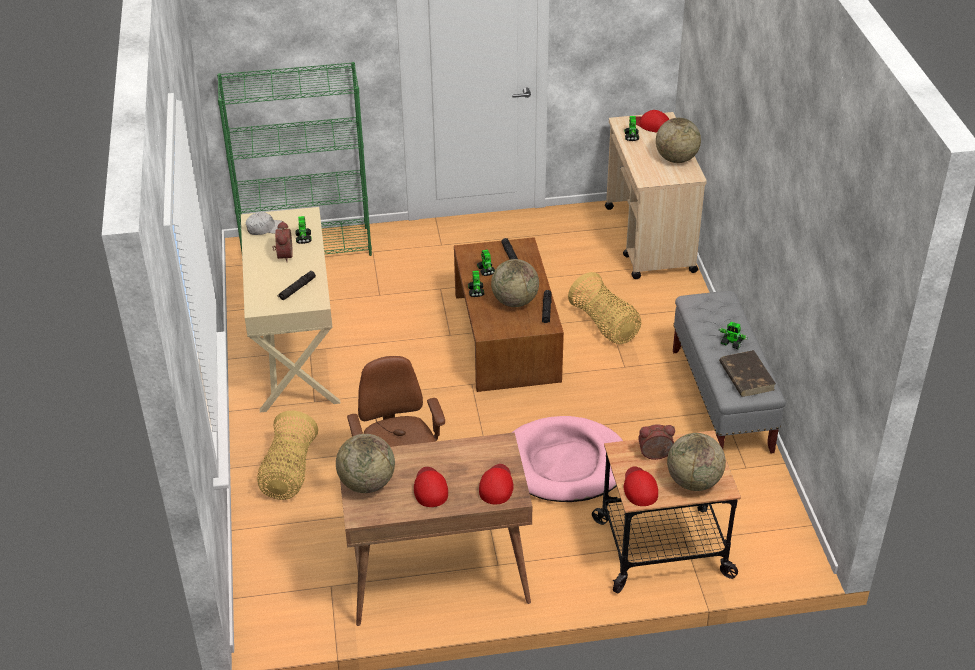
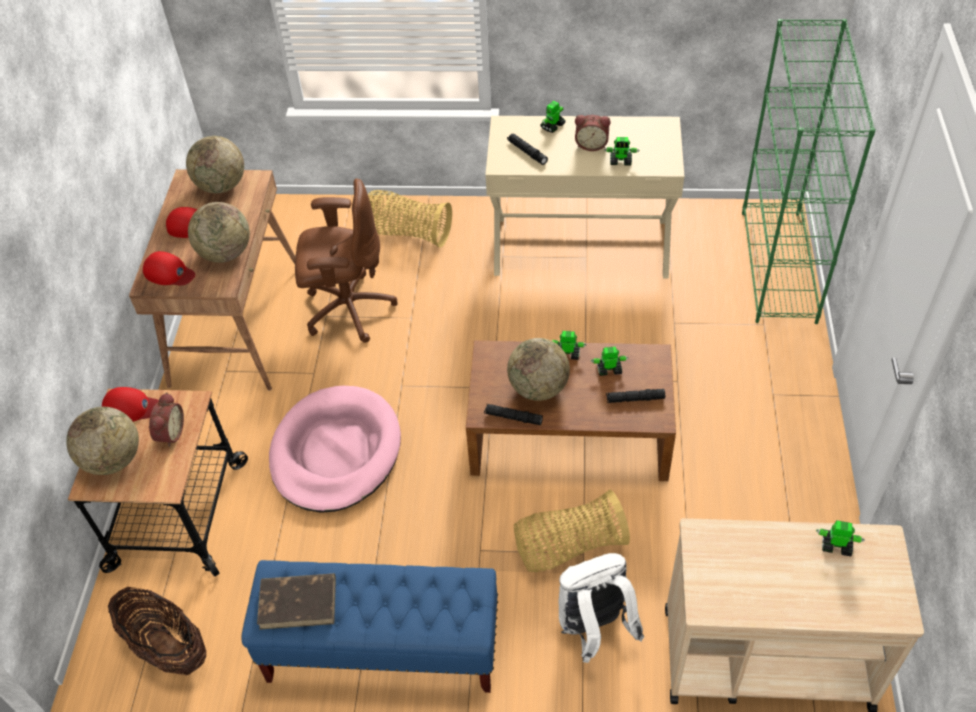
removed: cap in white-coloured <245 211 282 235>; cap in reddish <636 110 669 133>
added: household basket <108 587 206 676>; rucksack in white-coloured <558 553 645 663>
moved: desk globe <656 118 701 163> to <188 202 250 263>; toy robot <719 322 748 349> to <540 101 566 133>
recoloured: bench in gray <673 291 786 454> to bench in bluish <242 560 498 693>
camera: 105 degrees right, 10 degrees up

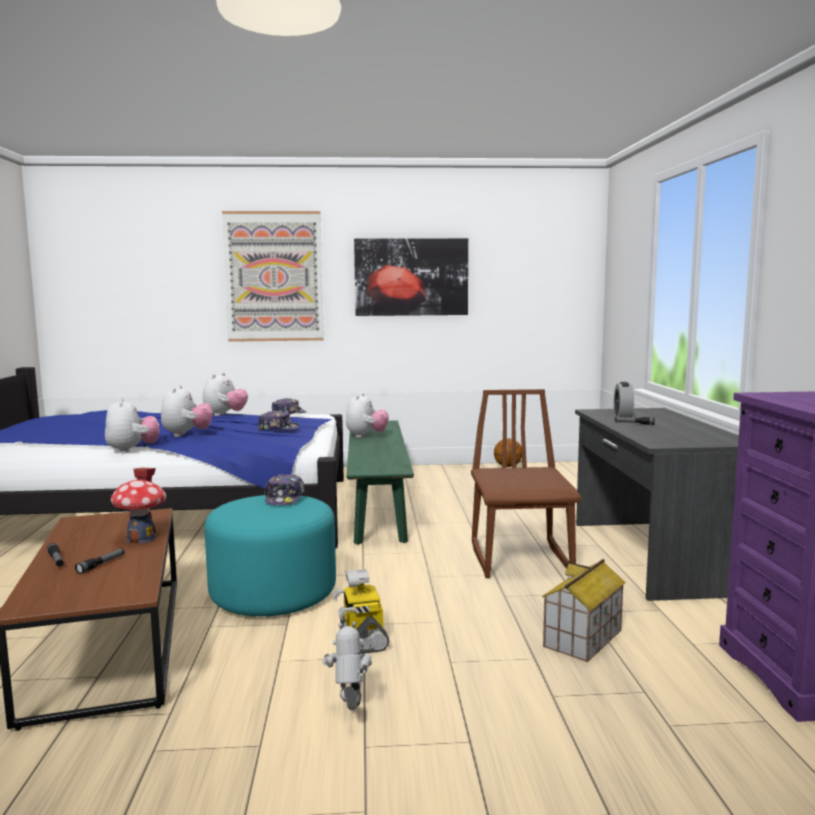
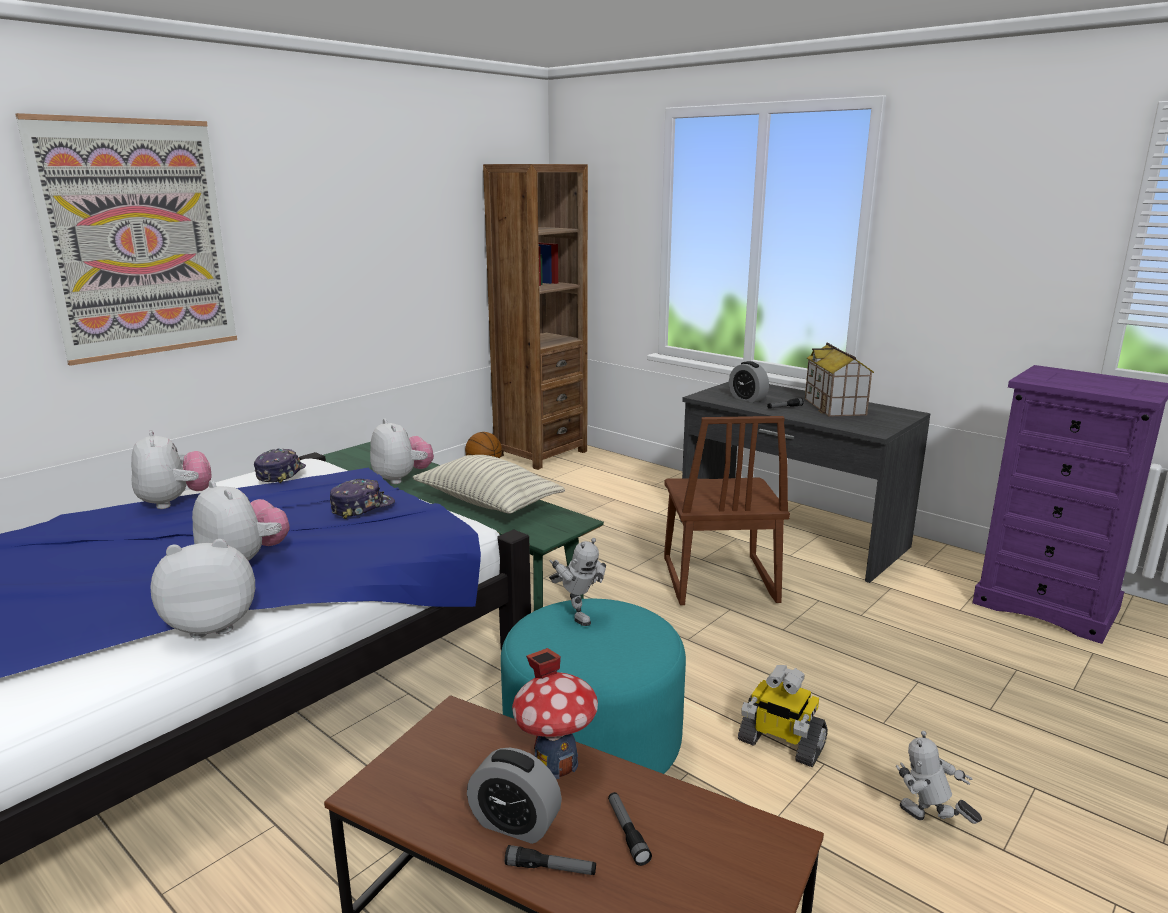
removed: picture <354 238 468 316>
added: cushion <412 455 565 514>; table clock <467 748 562 844>; bookshelf in brown <483 164 588 470>
moved: model house <542 559 626 662> to <805 343 874 417>
replaced: cap <264 474 305 505> to toy robot <549 538 606 626>
turned: soft toy <105 398 160 453> = <151 539 255 638> 45 degrees counterclockwise; plain chair in brown <471 389 581 578> = <664 416 790 605> 135 degrees counterclockwise
camera: 45 degrees left, 10 degrees up

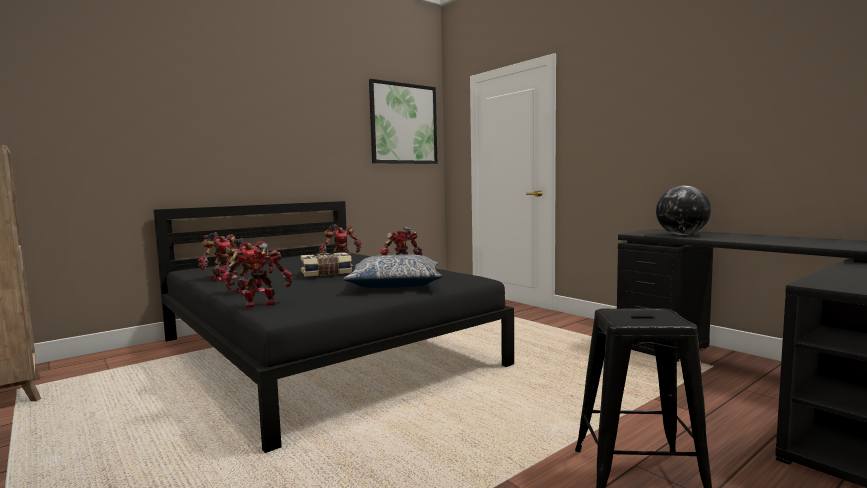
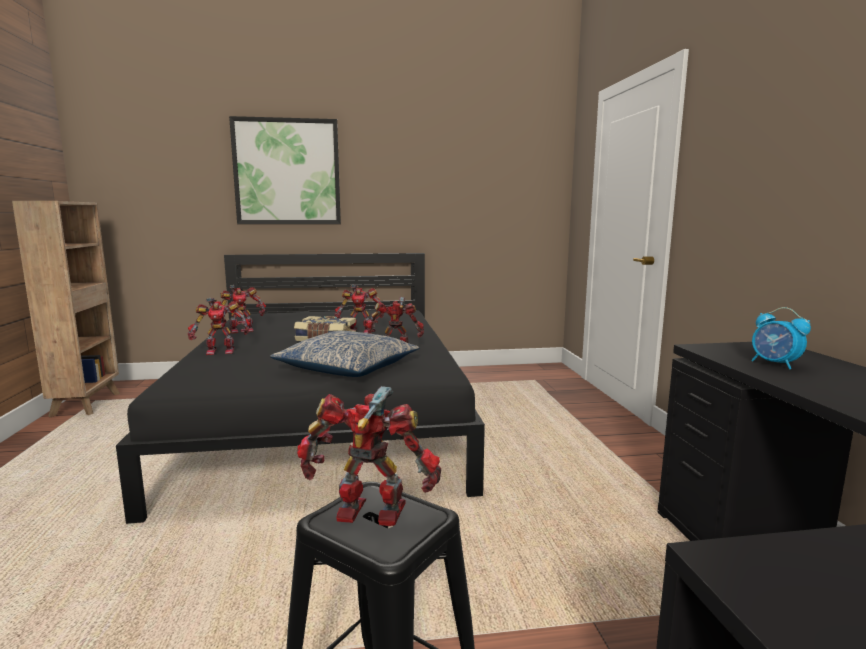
moved: toy robot <222 243 292 308> to <297 386 441 526>; picture <369 79 437 164> to <229 116 341 224>
replaced: desk globe <656 186 711 235> to table clock <751 307 811 370>
camera: 30 degrees right, 5 degrees up

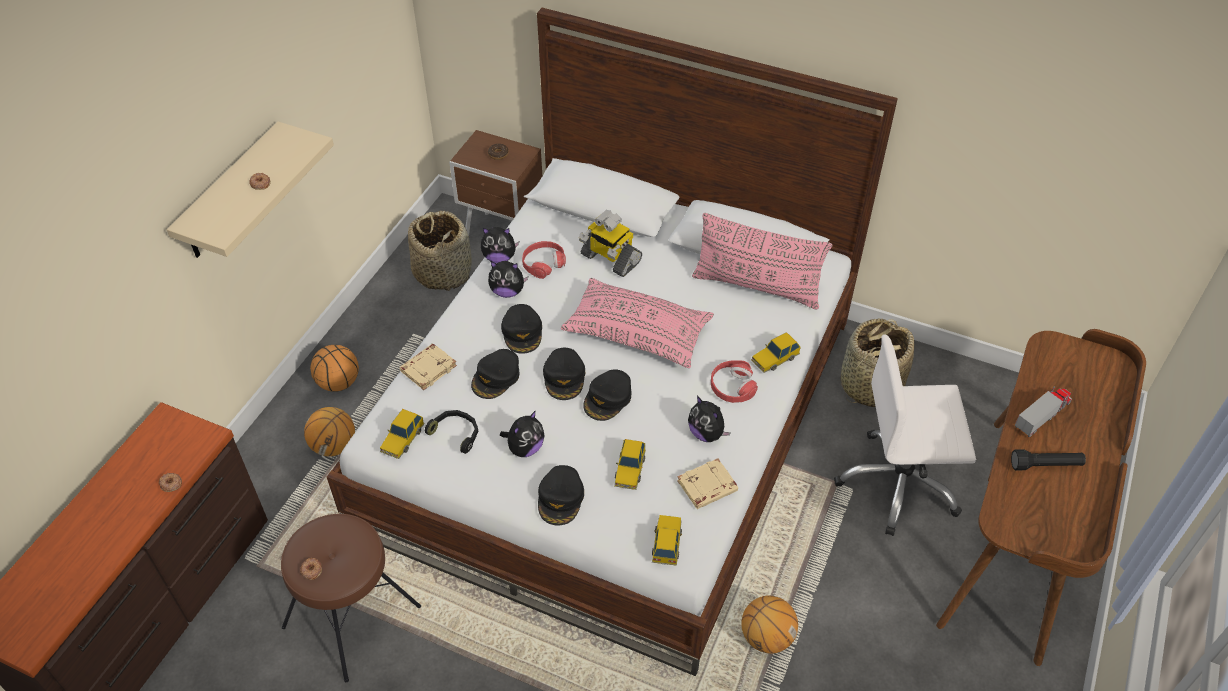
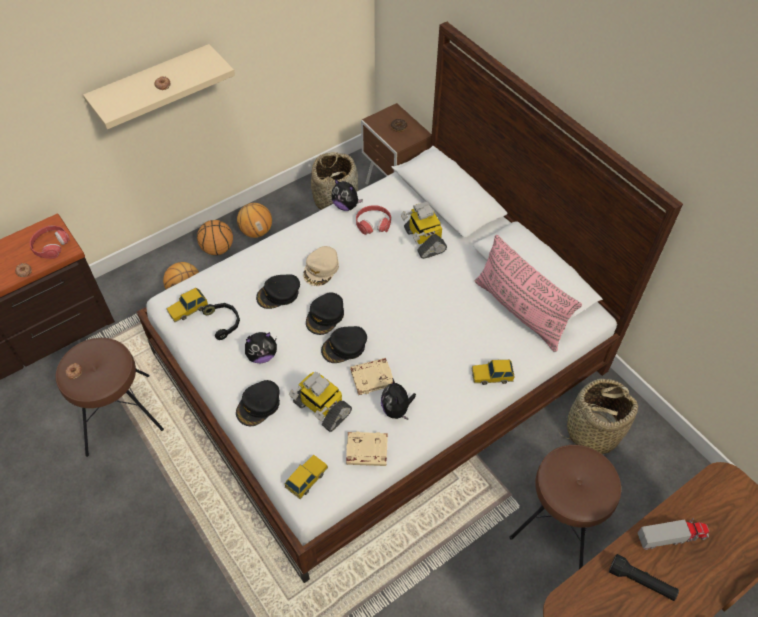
removed: soft toy <488 261 528 298>; cushion in pink <561 278 714 368>
moved: book in beige-coloured <399 343 457 390> to <350 358 395 395>; headset in reddish <711 360 758 403> to <30 225 70 259>; basketball <741 596 798 654> to <237 203 272 238>
replaced: toy car <614 439 646 490> to toy robot <289 372 352 432>; office chair in white-coloured <834 334 976 536> to sitting stool in brown <509 445 621 569>
recoloured: cap in black <501 304 542 354> to cap in beige-coloured <303 246 339 286>
camera: 30 degrees right, 5 degrees up

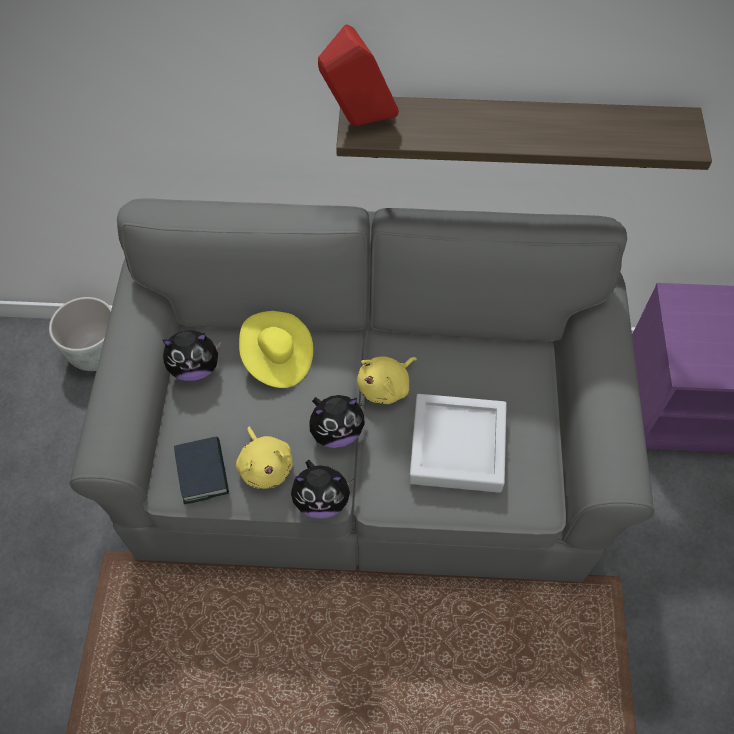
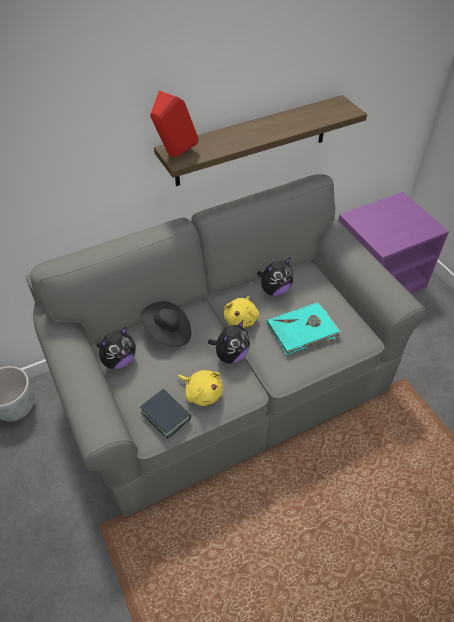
moved: soft toy <291 460 354 519> to <257 257 293 296>
replaced: serving tray in gray <409 394 507 493> to book in turquoise-coloured <267 302 342 355>
recoloured: clothing hat in yellow <239 311 313 388> to clothing hat in black <140 301 191 347>
camera: 30 degrees left, 10 degrees down

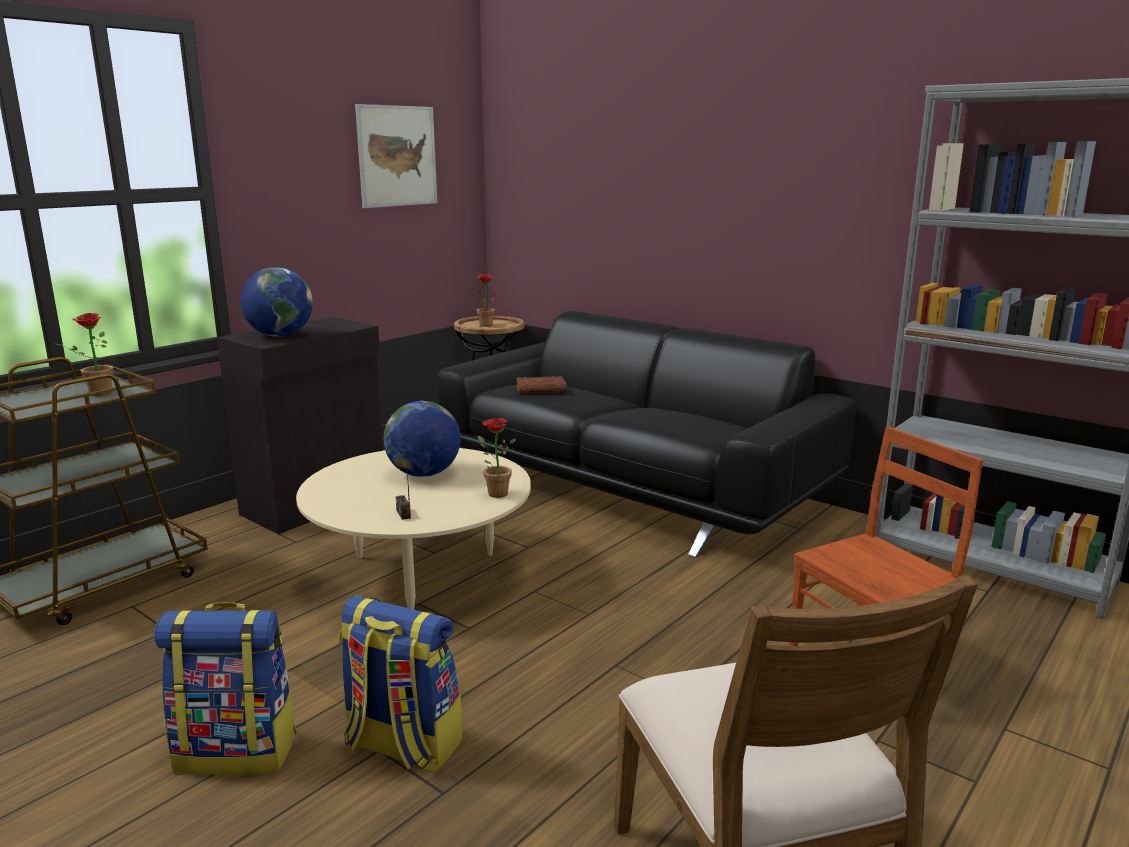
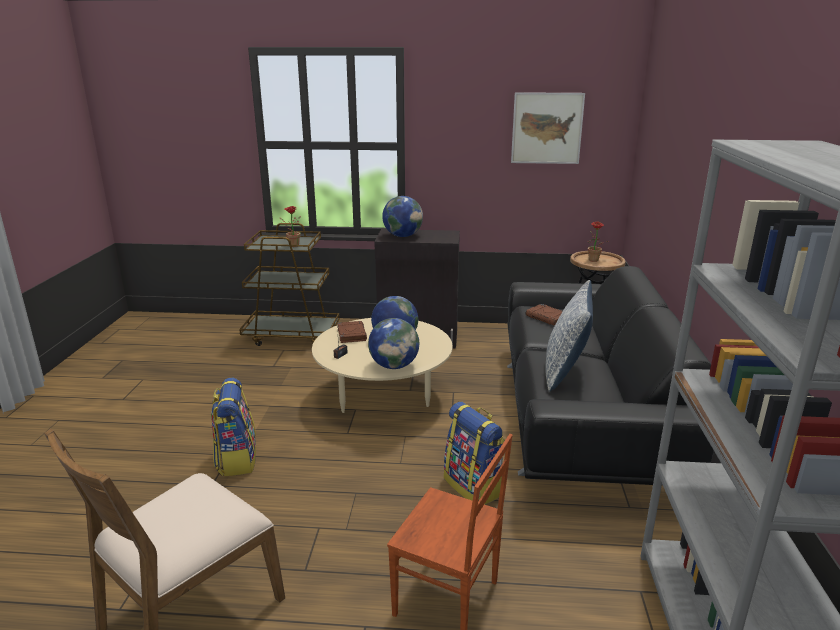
added: book in brown <338 321 367 343>; cushion <546 280 593 391>
moved: rucksack <154 602 297 775> to <444 402 505 505>
replaced: houseplant <478 418 516 498> to desk globe <368 318 419 369>
camera: 55 degrees right, 5 degrees up

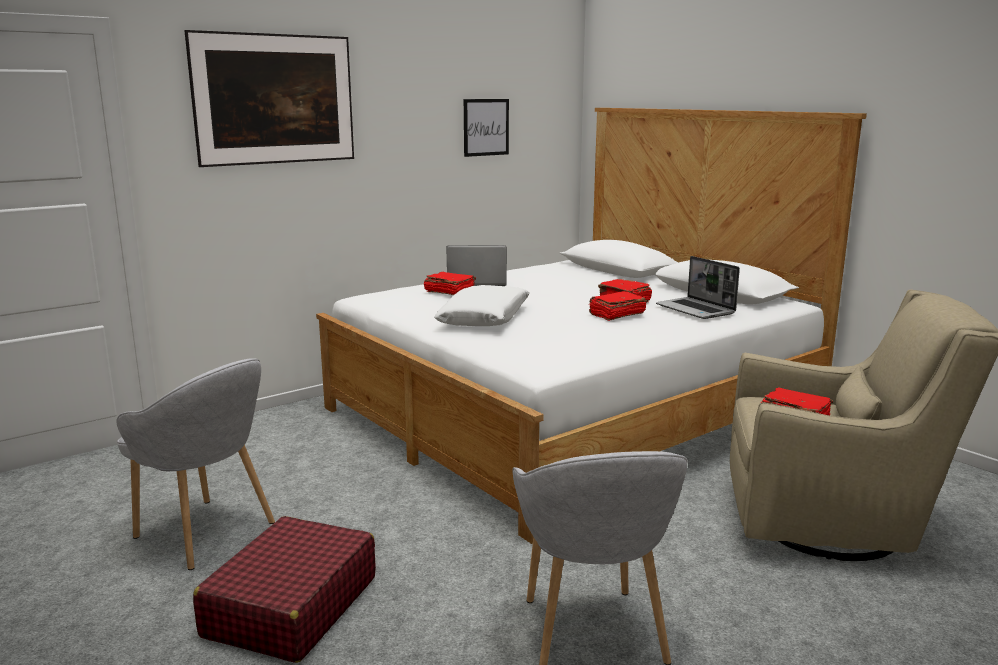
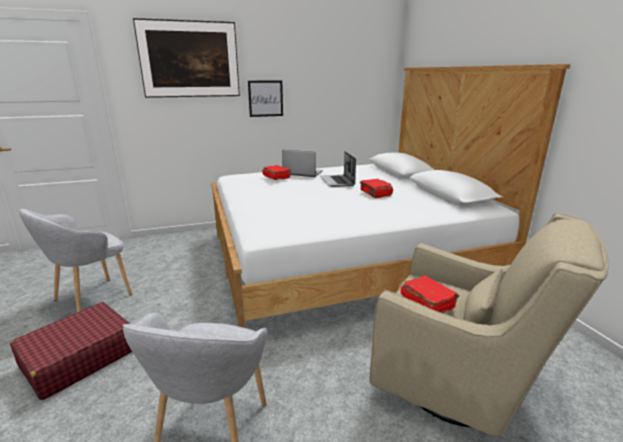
removed: cushion in white-coloured <434 285 530 326>; book in reddish <589 291 647 321>
moved: picture <464 99 509 157> to <248 81 283 117>; laptop <656 256 740 319> to <320 151 356 187>
turned: lounge chair in gray <116 358 275 570> = <19 209 132 312> 75 degrees clockwise
camera: 20 degrees right, 5 degrees up

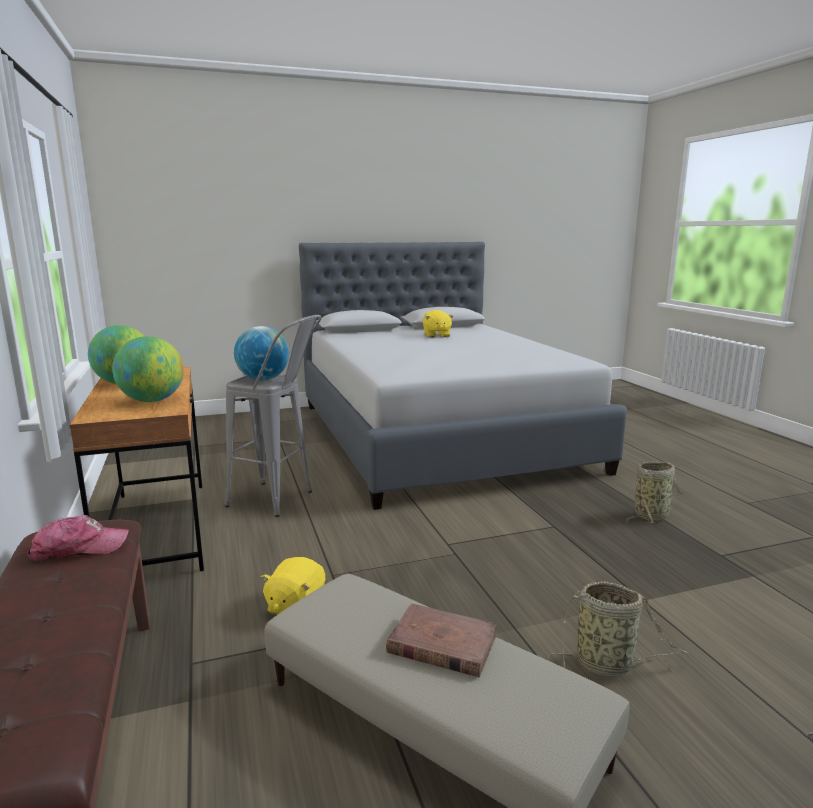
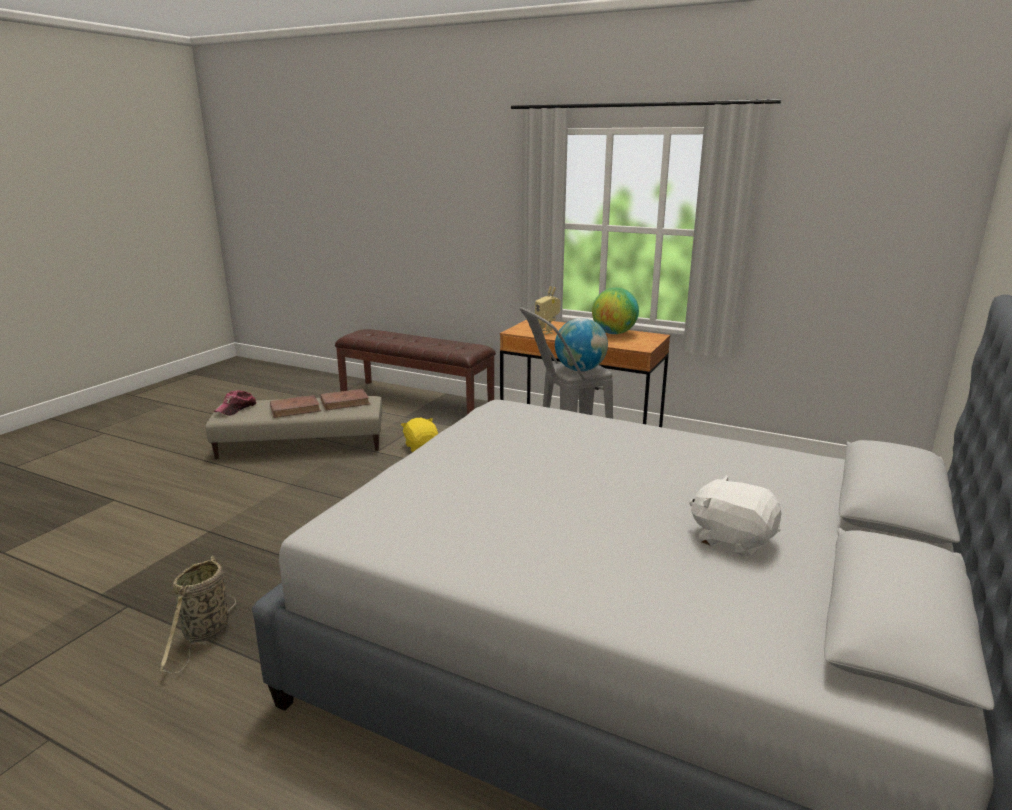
removed: household basket <547 581 689 677>
added: book in brown <320 389 370 410>
moved: cap <27 515 129 561> to <214 390 256 416>
replaced: desk globe <112 336 184 402> to toy robot <535 286 560 334>
recoloured: soft toy in yellow <423 310 453 337> to soft toy in white-coloured <689 475 782 557>
camera: 135 degrees right, 5 degrees up

